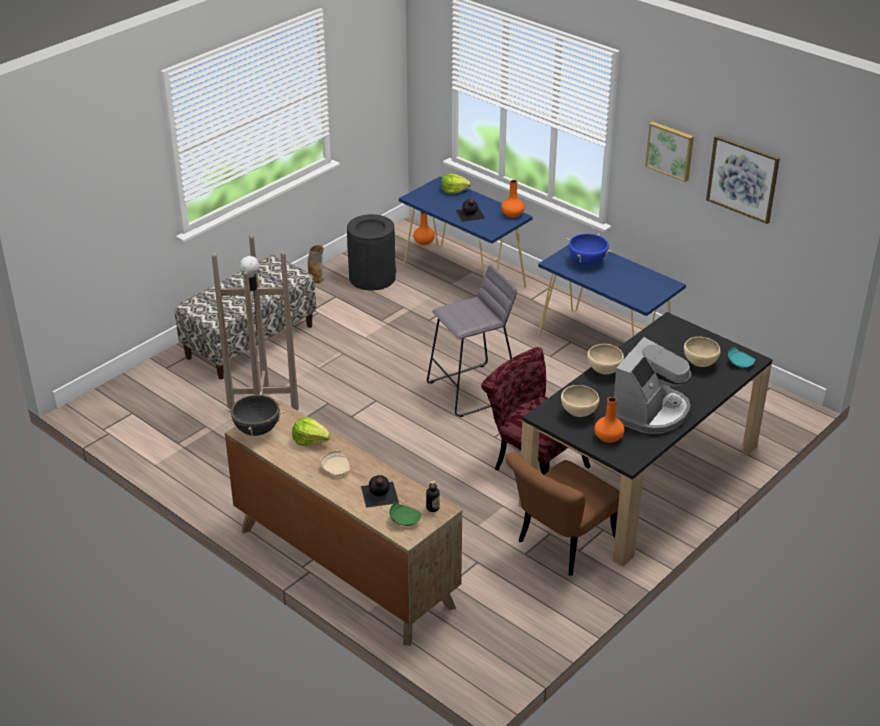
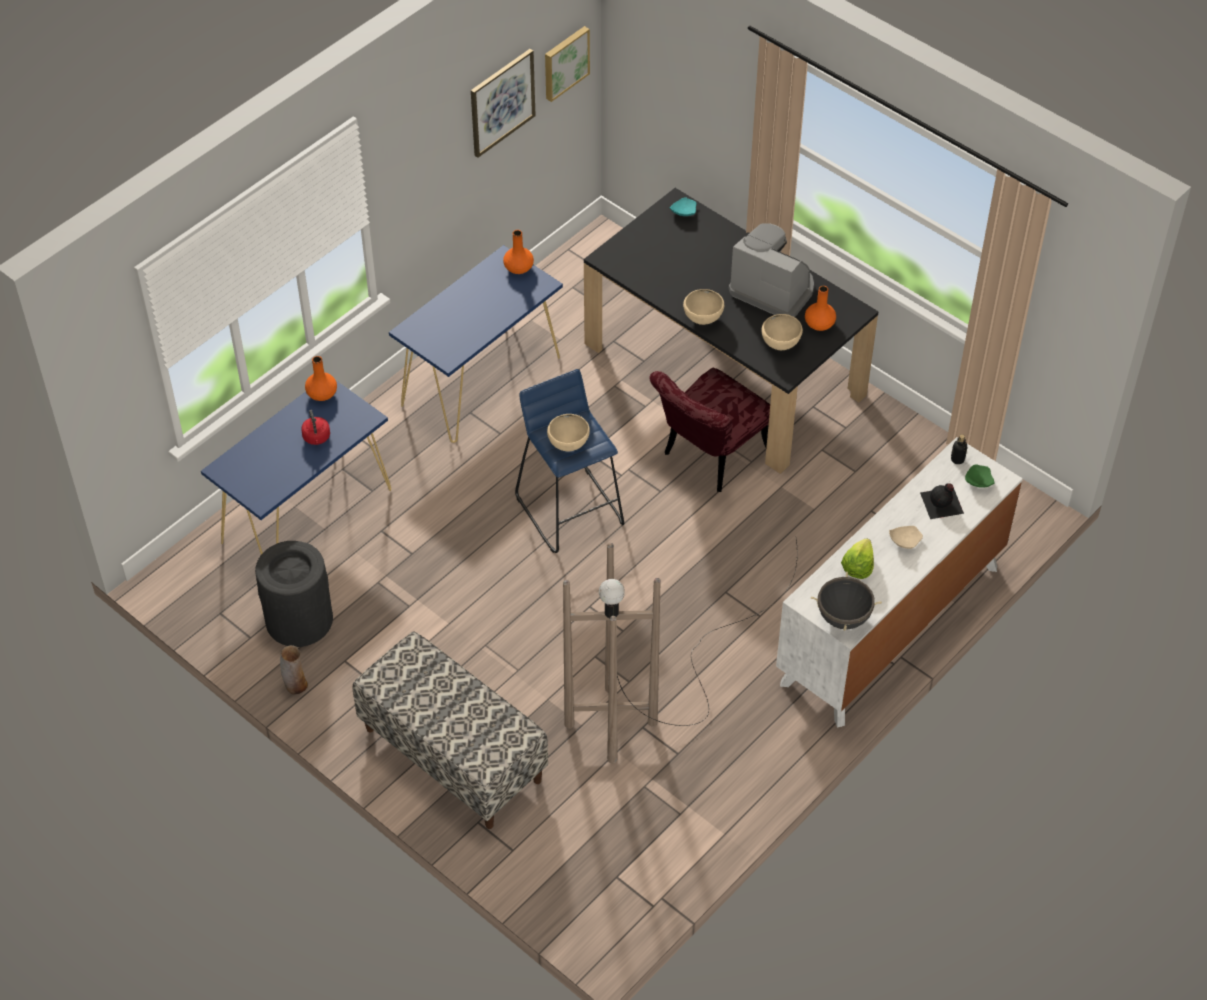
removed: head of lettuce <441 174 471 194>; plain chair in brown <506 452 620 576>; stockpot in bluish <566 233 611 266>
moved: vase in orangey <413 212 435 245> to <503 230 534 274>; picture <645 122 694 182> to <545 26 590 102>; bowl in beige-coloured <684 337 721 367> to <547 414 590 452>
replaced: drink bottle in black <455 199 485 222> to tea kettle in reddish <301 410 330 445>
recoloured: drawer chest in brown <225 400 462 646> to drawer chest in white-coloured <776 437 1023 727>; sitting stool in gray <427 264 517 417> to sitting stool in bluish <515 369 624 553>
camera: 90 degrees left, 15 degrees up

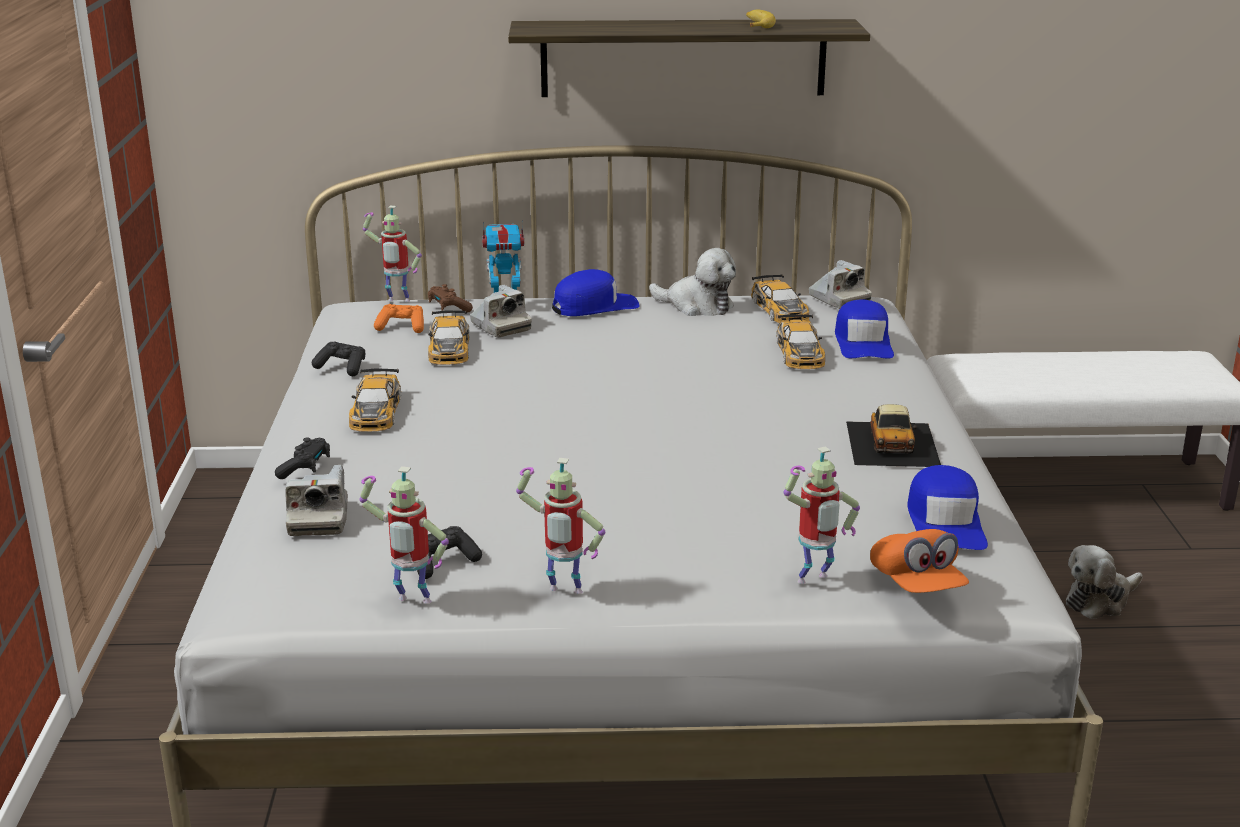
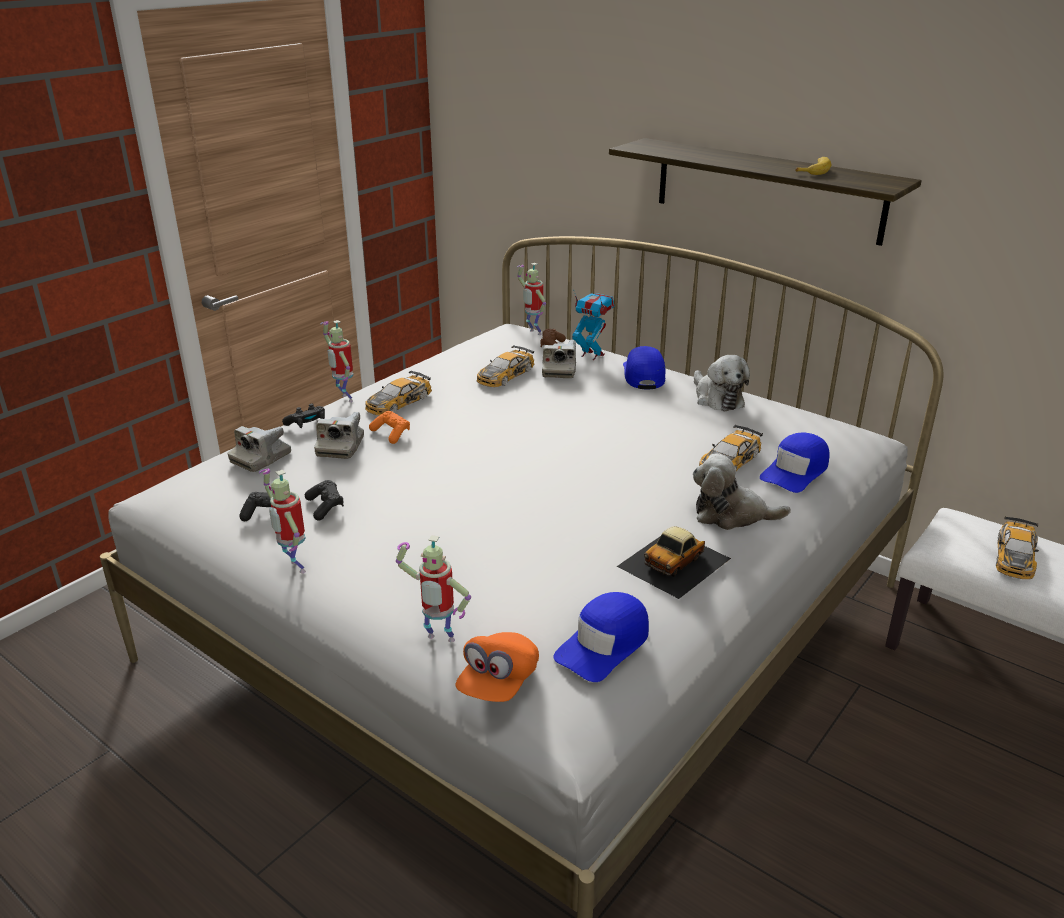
moved: game controller in black <312 341 365 376> to <305 480 344 521>; toy robot <359 466 449 604> to <320 320 353 402>; game controller in orangey <374 304 424 333> to <369 411 410 444>; toy car <751 274 810 323> to <996 516 1039 579>; photo camera <809 260 872 309> to <314 412 364 459>; soft toy <1066 545 1143 619> to <693 453 791 530>
turned: cap in bluish <552 269 639 316> = <623 346 665 389> 105 degrees counterclockwise
camera: 40 degrees right, 5 degrees up

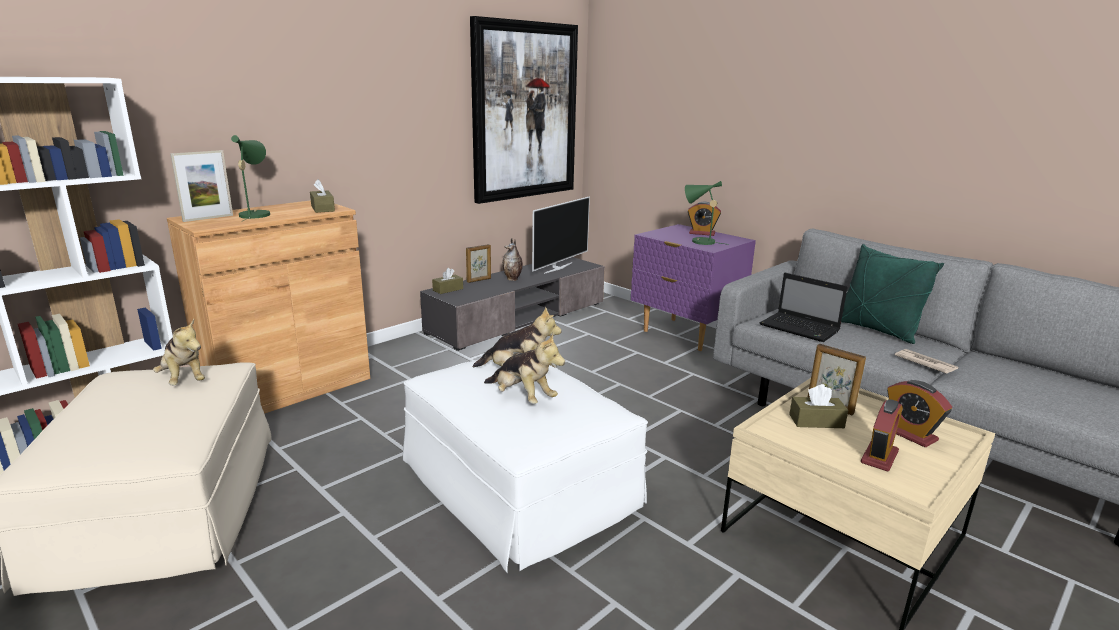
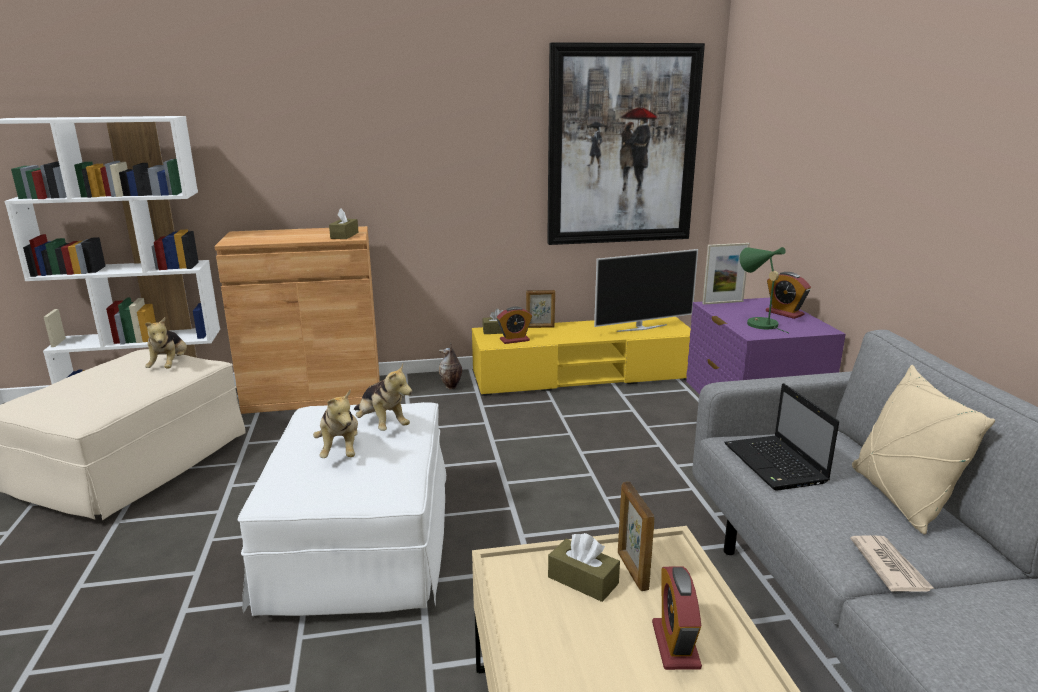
removed: tabletop lamp in greenish <231 135 270 222>
moved: photo frame <170 150 233 222> to <702 243 750 305>; vase <502 238 523 281> to <439 342 462 389>; table clock <861 399 903 472> to <497 307 532 344>
recoloured: tv stand in gray <420 257 605 351> to tv stand in yellow <472 317 691 396>; cushion in greenish <841 244 944 344> to cushion in beige-coloured <852 365 995 534>
camera: 35 degrees right, 0 degrees up

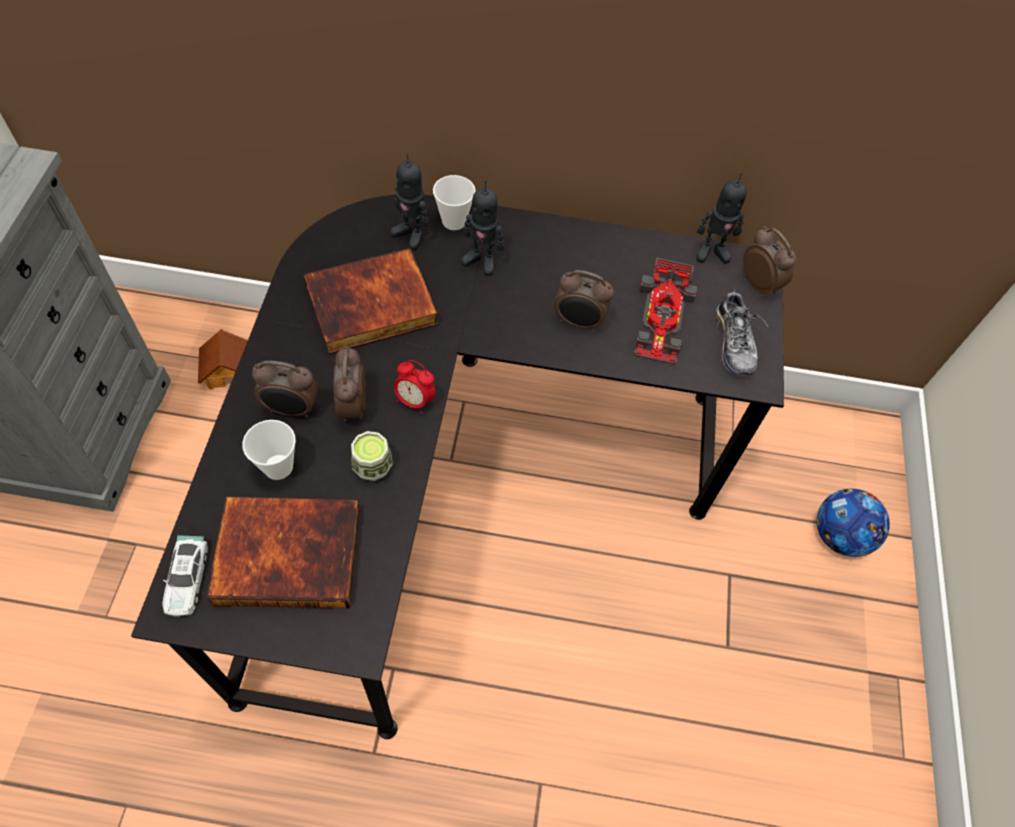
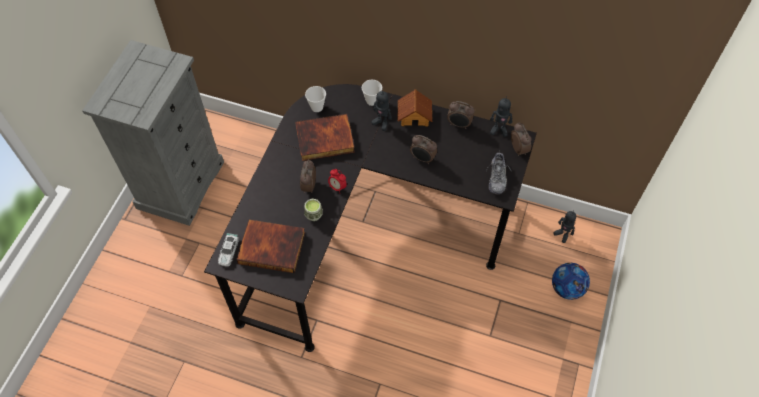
removed: toy car <634 258 697 365>
moved: model house <198 329 248 390> to <398 89 432 127>; small cup <242 420 296 480> to <305 86 326 112>; table clock <252 361 318 418> to <447 101 475 129>; toy robot <390 152 429 250> to <553 211 576 243>
camera: 15 degrees right, 0 degrees up

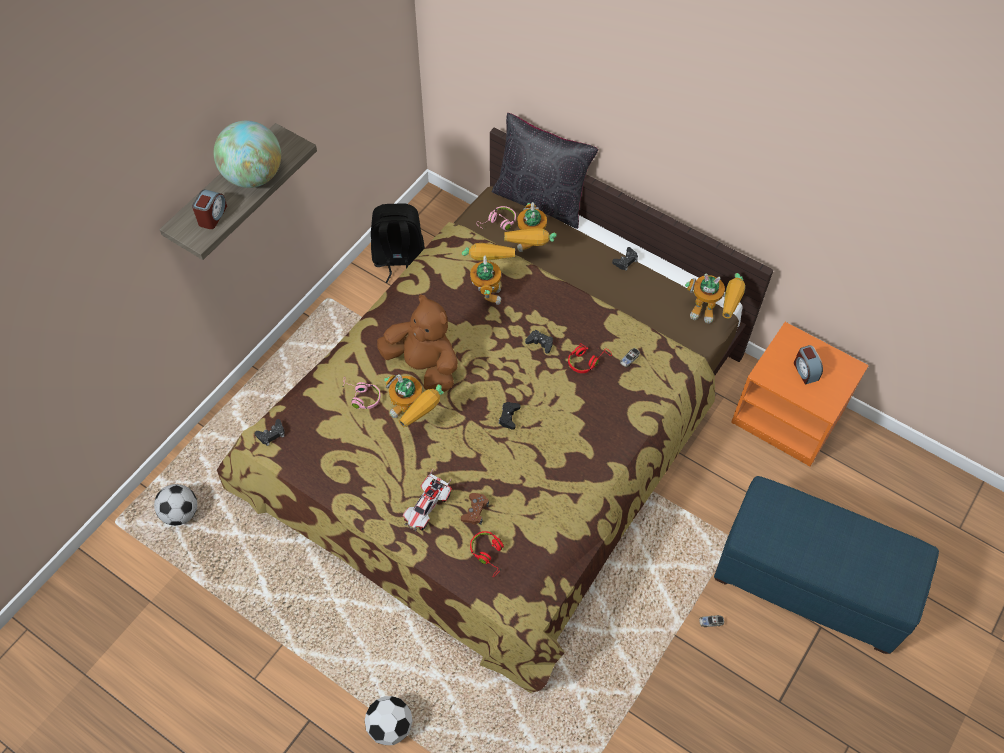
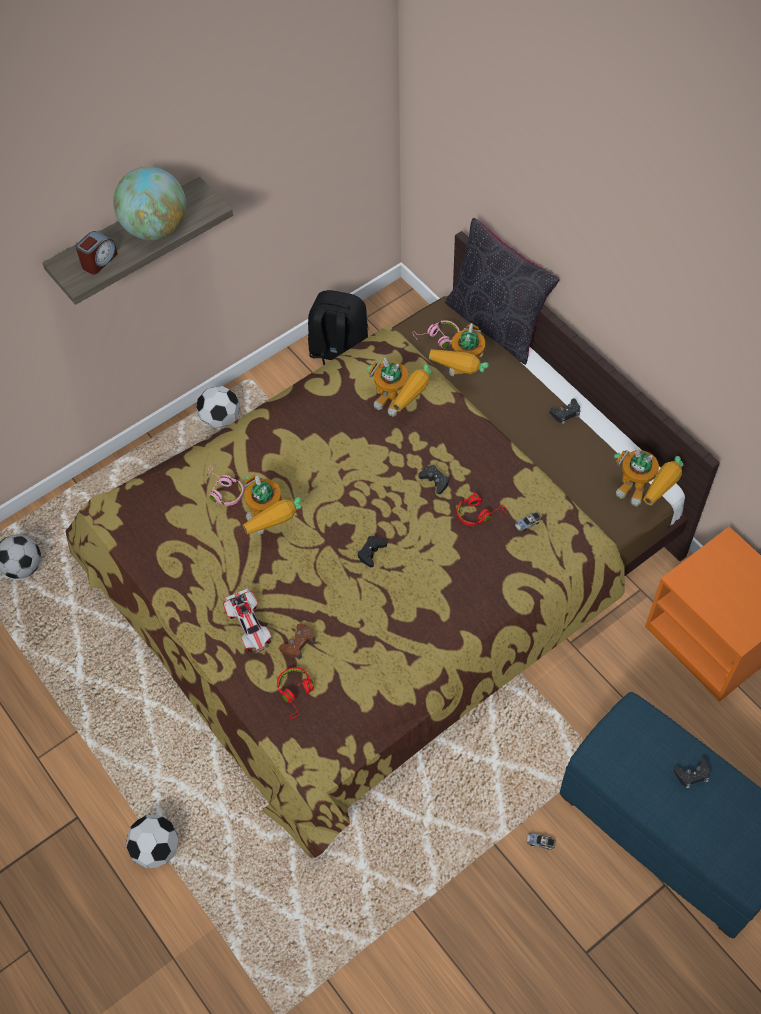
removed: soft toy in brown <377 294 458 392>; table clock <794 345 823 385>
added: football ball <196 386 240 428>
moved: game controller in black <255 419 285 446> to <674 759 710 789>
turned: toy car <403 469 452 531> = <223 584 272 653> 75 degrees counterclockwise; toy robot <462 243 515 305> = <366 358 432 417> 105 degrees clockwise
camera: 20 degrees right, 0 degrees up

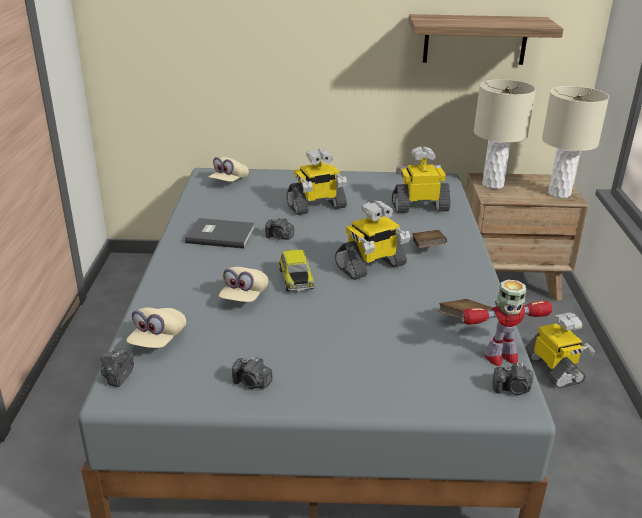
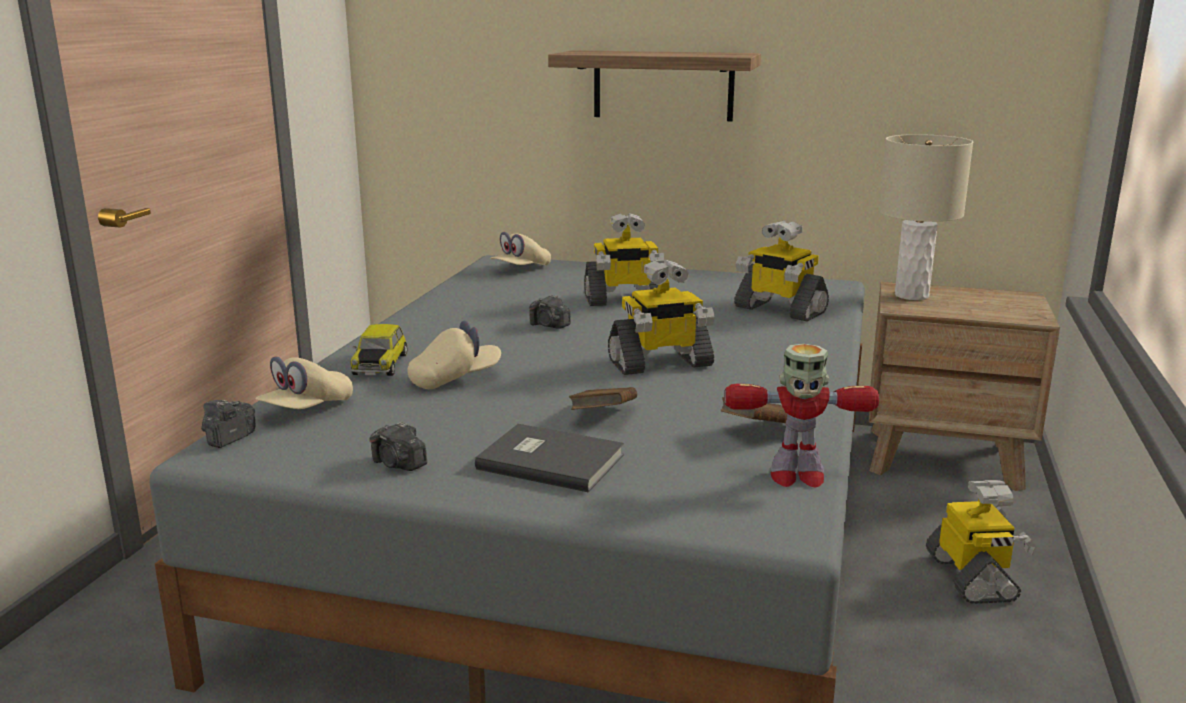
removed: photo camera <492 363 533 395>; tabletop lamp in beige-coloured <542 86 609 198>
moved: book in gray <185 218 255 249> to <475 424 624 492>; toy car <279 250 314 291> to <350 324 408 376>; shelf <409 14 563 65> to <548 50 761 121>; book in brown <412 230 447 248> to <569 387 637 410>
turned: cap in beige-coloured <219 267 268 302> = <408 320 501 389> 150 degrees counterclockwise; toy robot <392 147 451 213> = <734 220 829 322> 150 degrees counterclockwise
camera: 15 degrees right, 10 degrees down

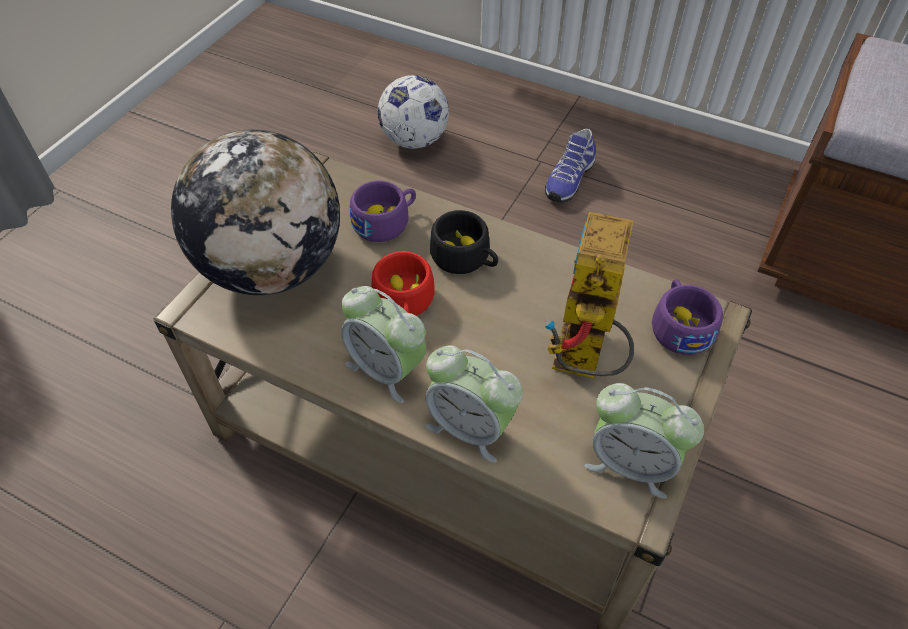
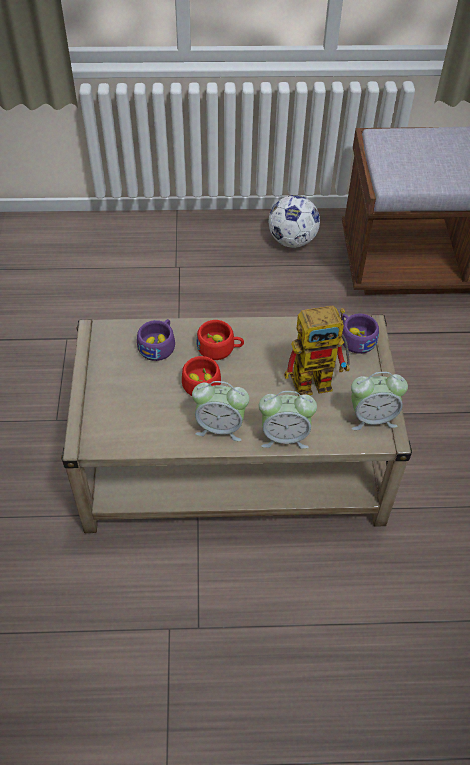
removed: desk globe <171 129 340 295>; low shoe <545 129 596 203>
moved: football ball <377 75 449 149> to <269 195 320 248>
recoloured: small cup in black <430 210 498 274> to small cup in reddish <197 320 244 360>
turned: toy robot <545 212 634 378> = <284 305 350 396> 90 degrees counterclockwise
camera: 30 degrees left, 0 degrees up

